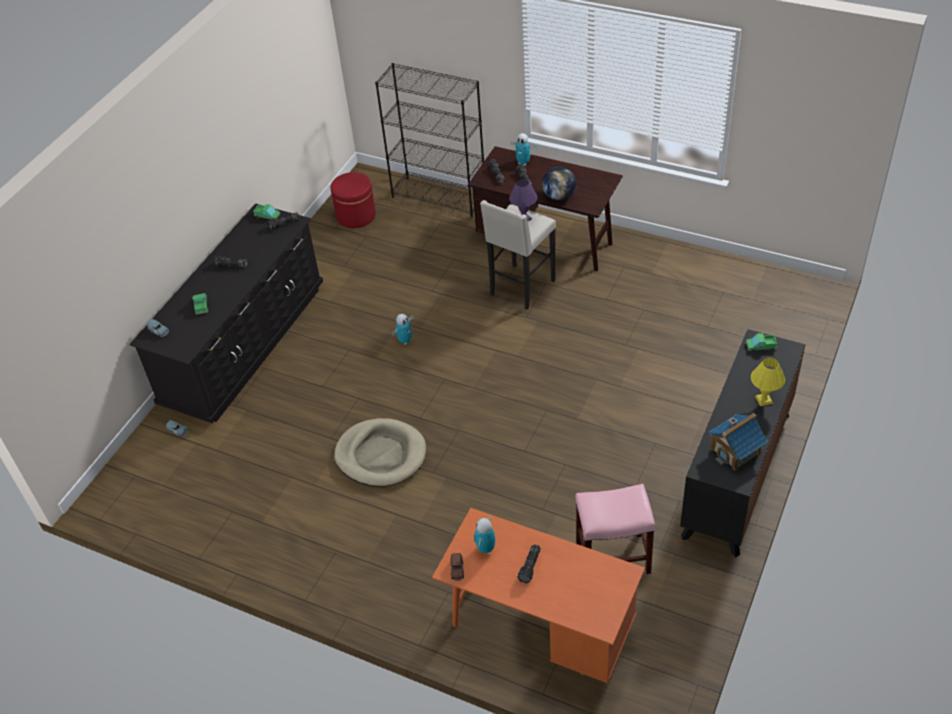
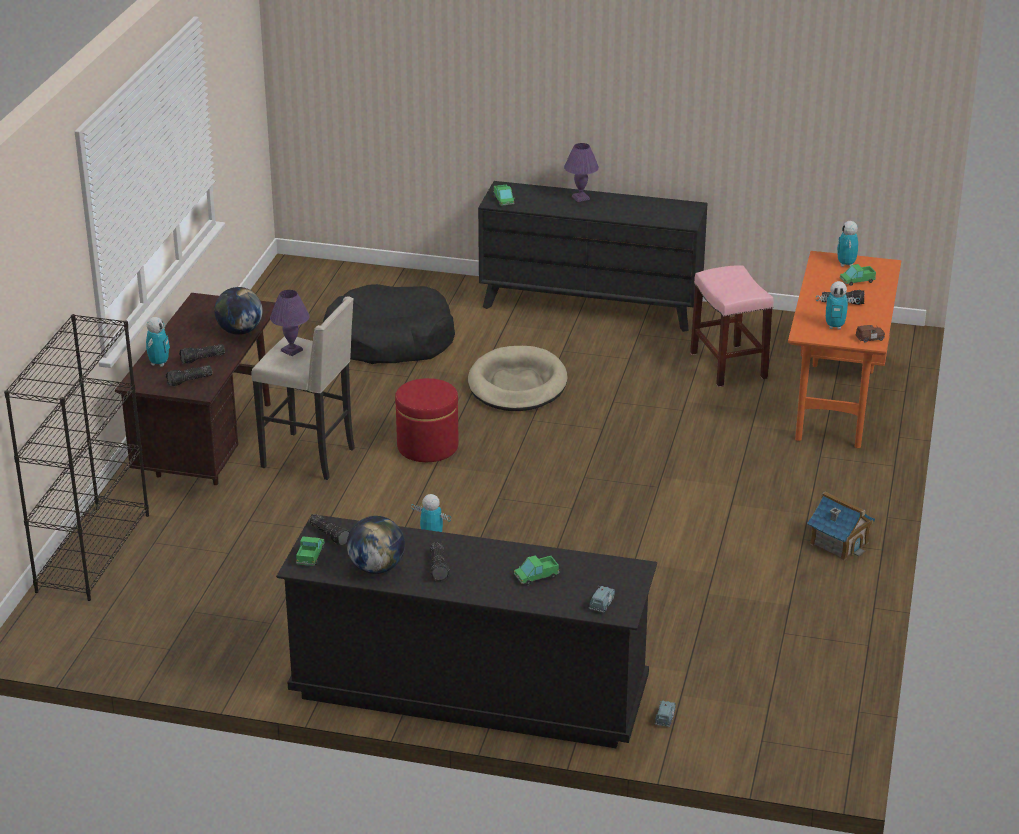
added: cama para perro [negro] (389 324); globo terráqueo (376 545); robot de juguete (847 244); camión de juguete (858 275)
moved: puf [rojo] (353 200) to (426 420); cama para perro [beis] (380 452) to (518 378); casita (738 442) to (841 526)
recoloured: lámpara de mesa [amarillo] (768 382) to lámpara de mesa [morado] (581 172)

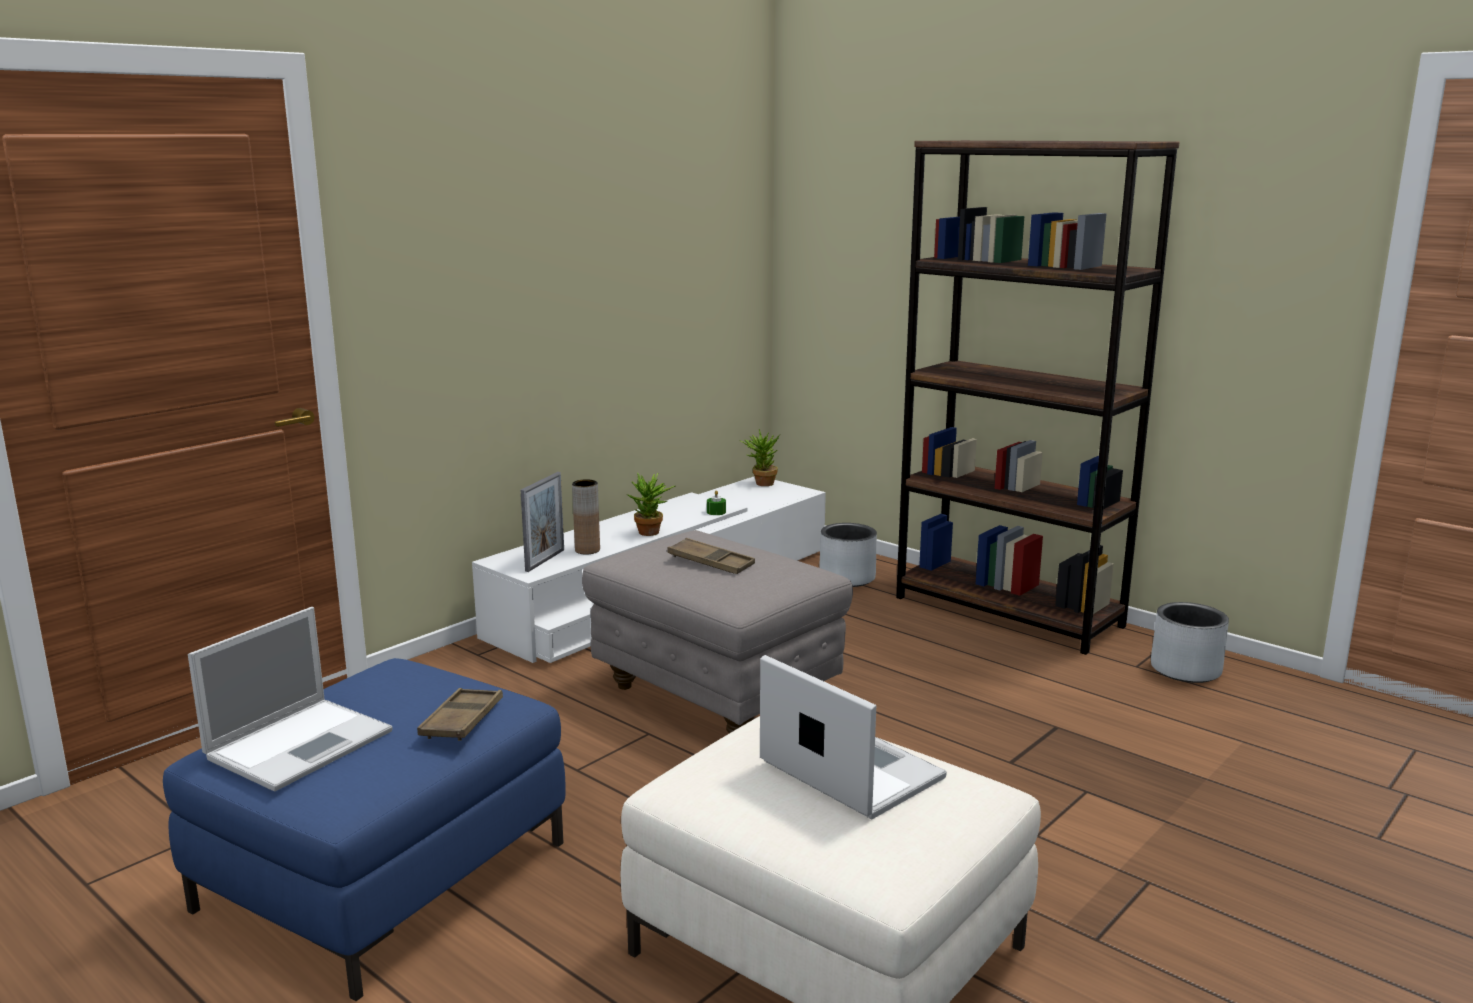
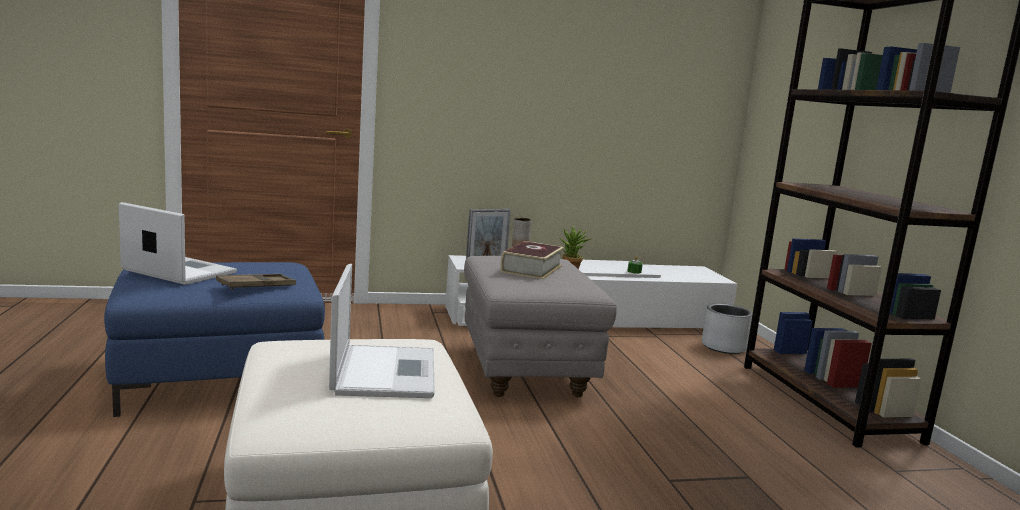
removed: planta en maceta (760 457); maceta [gris] (1190 642)
replaced: bandeja [marrón] (711 556) to libro (532 260)
turned: portátil (290 699) = (178 243) 135 degrees counterclockwise

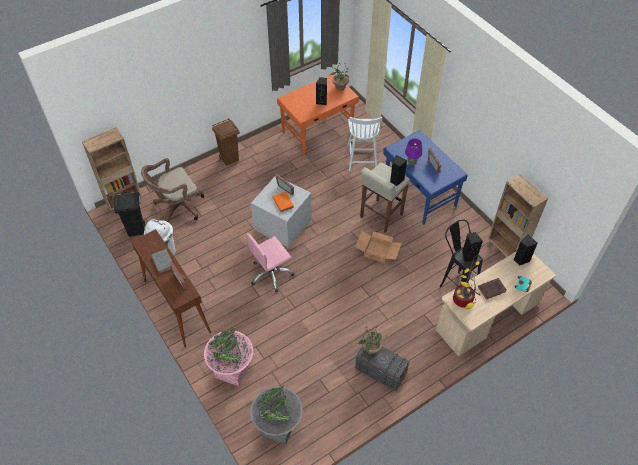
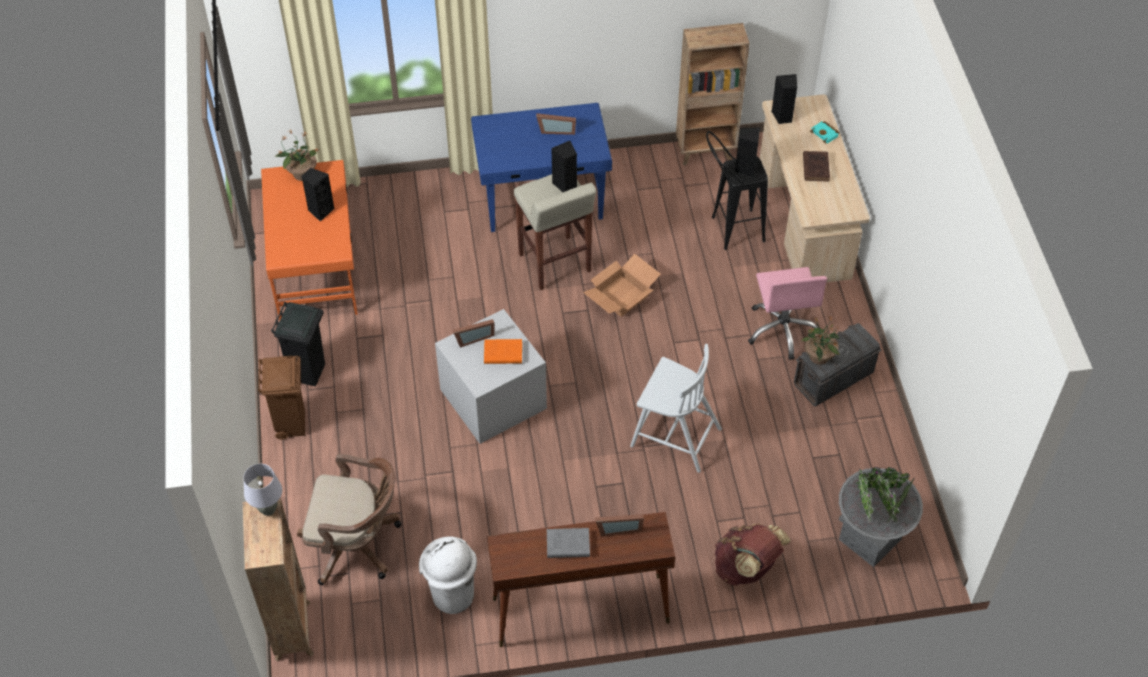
removed: lámpara de mesa [morado] (413 152); planta en maceta (466 281)
added: lámpara de mesa [gris] (262 490)
moved: papelera [negro] (129 213) to (298 344); silla de oficina [rosa] (270 263) to (787 313); silla [blanco] (364 144) to (676 408)
replaced: maceta [rosa] (228 357) to mochila [marrón] (753 554)
turned: silla de oficina [marrón] (172 190) = (349 519) 75 degrees counterclockwise

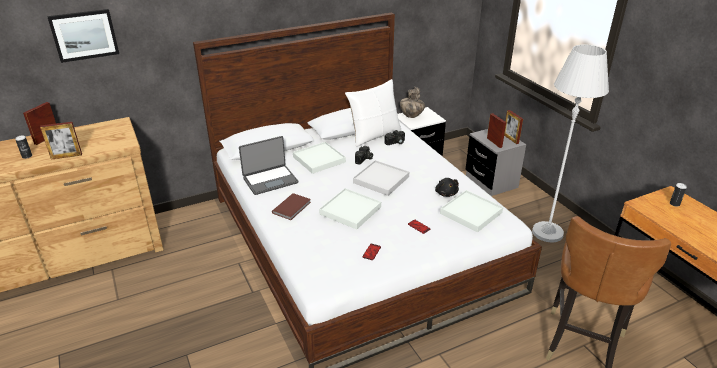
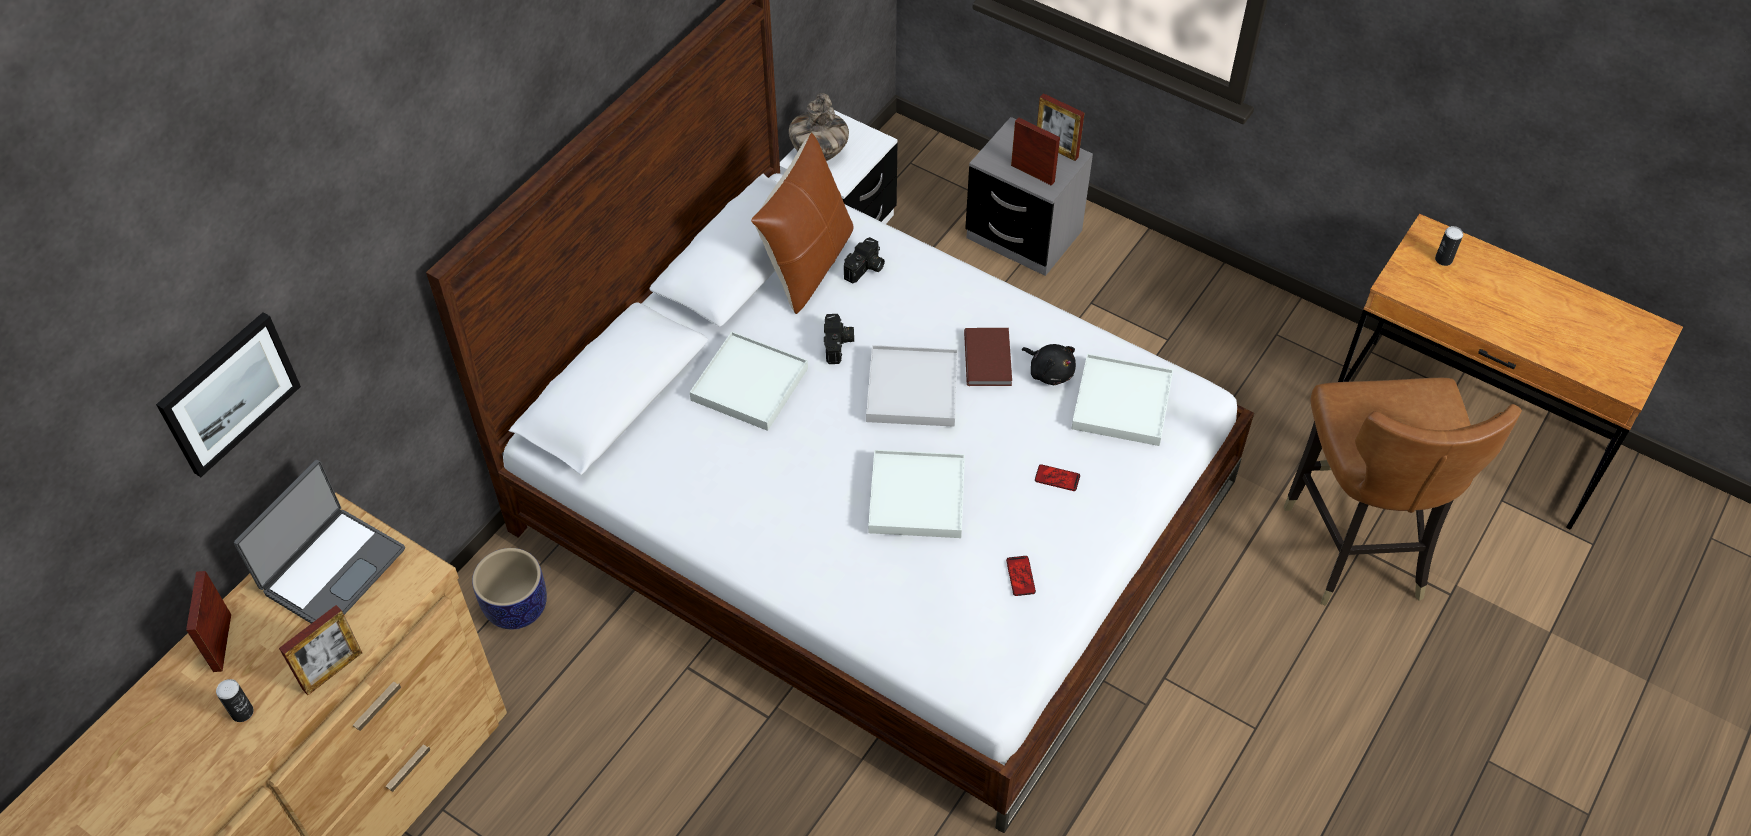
removed: lámpara de pie [blanco] (570 143)
added: maceta (509 588)
moved: portátil (268 165) to (319 541); libro [marrón] (291 206) to (988 357)
recoloured: cojín [blanco] (373 113) to cojín [marrón] (802 223)

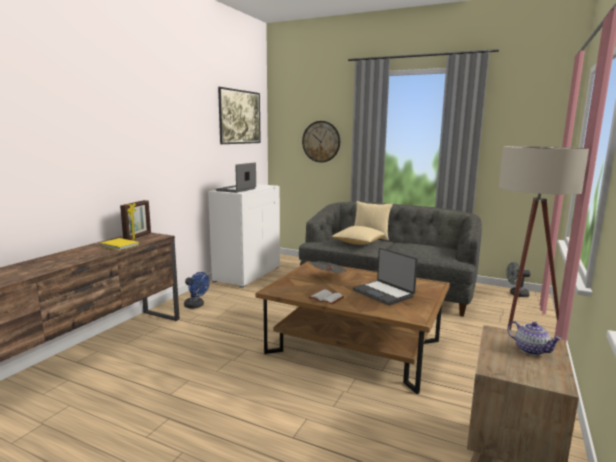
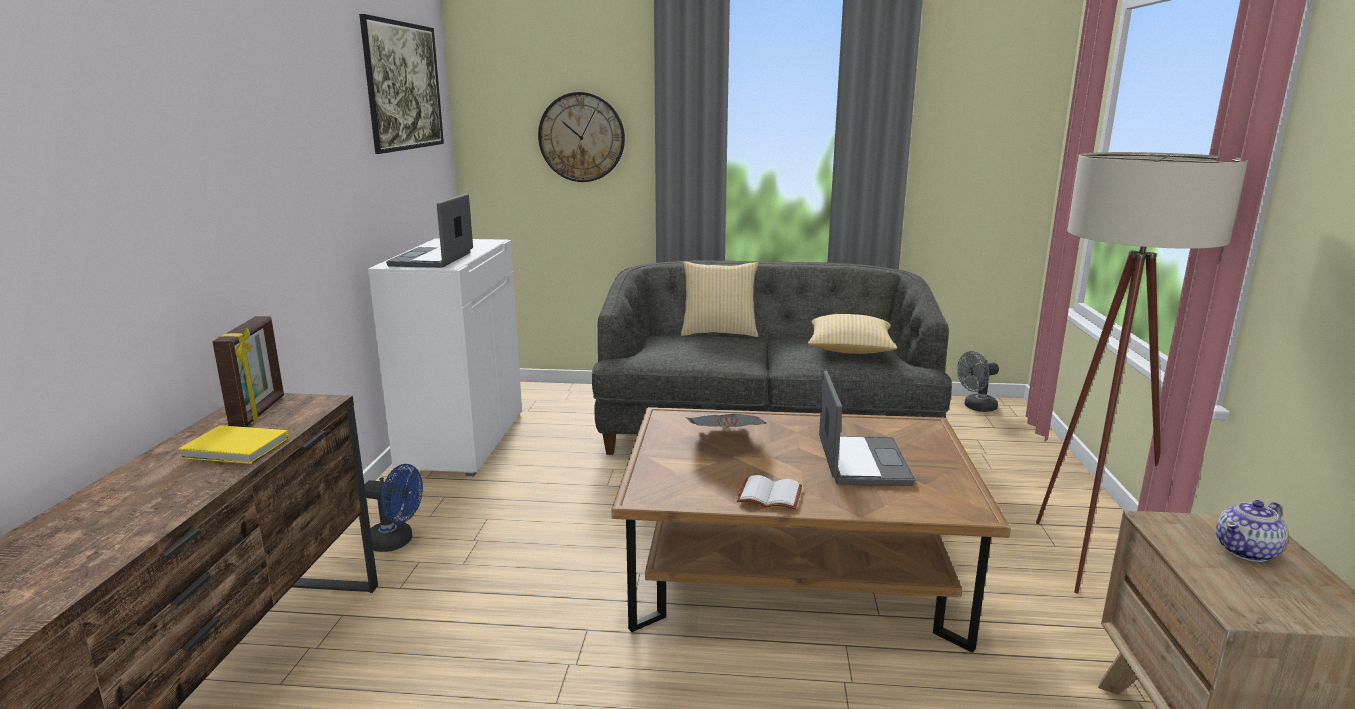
moved: cojín (358 235) to (852 334)
turned: portátil (385 276) = (867 428) 120 degrees counterclockwise; tetera (534 338) = (1252 531) 120 degrees clockwise

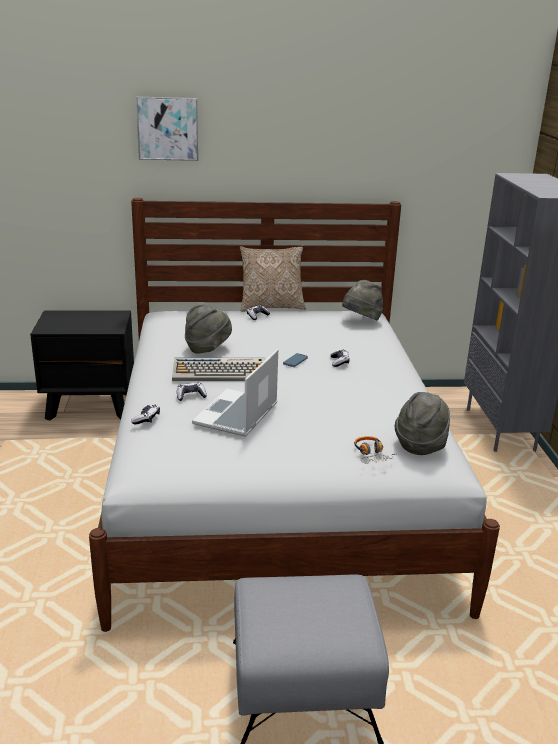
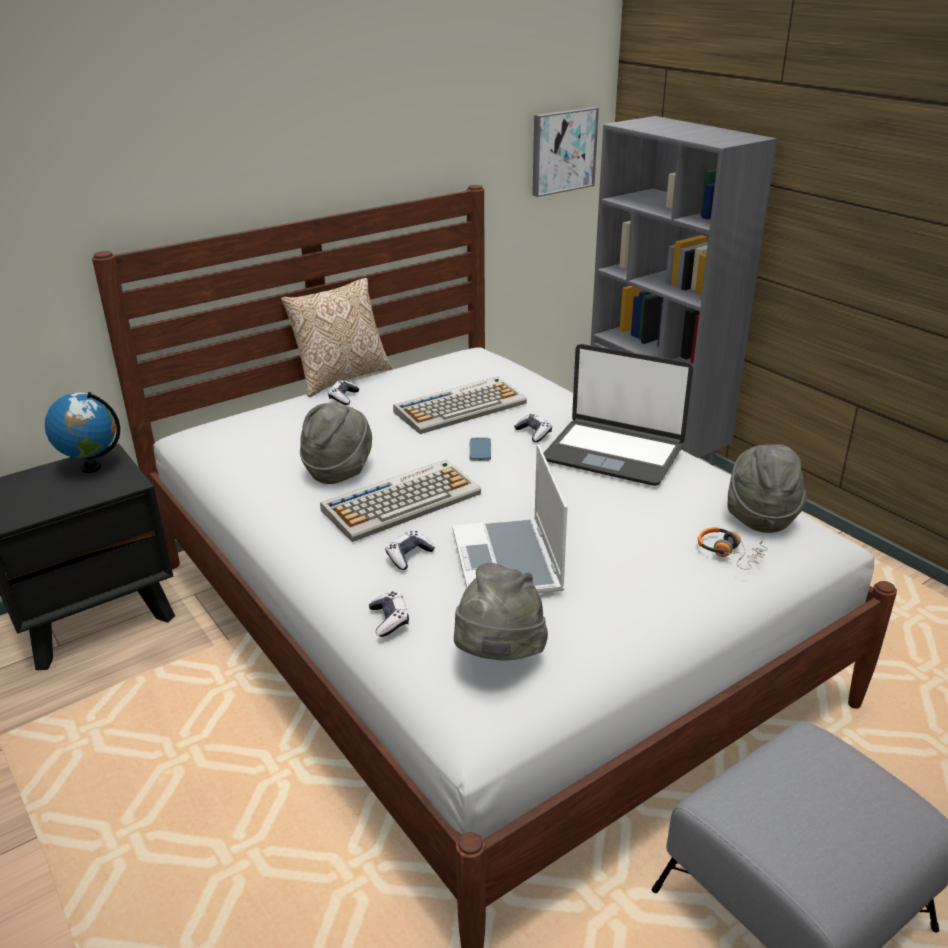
added: globo terráqueo (82 432); teclado (460 405); portátil (618 415)
moved: cuadro (167 129) to (565 152); sombrero [gris] (362 300) to (501 612)

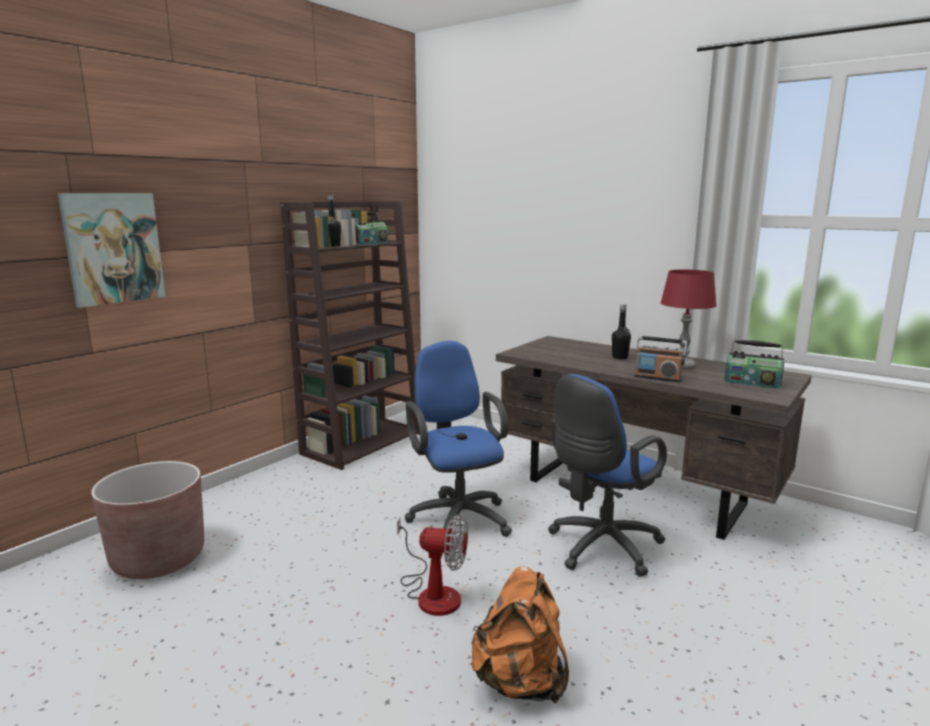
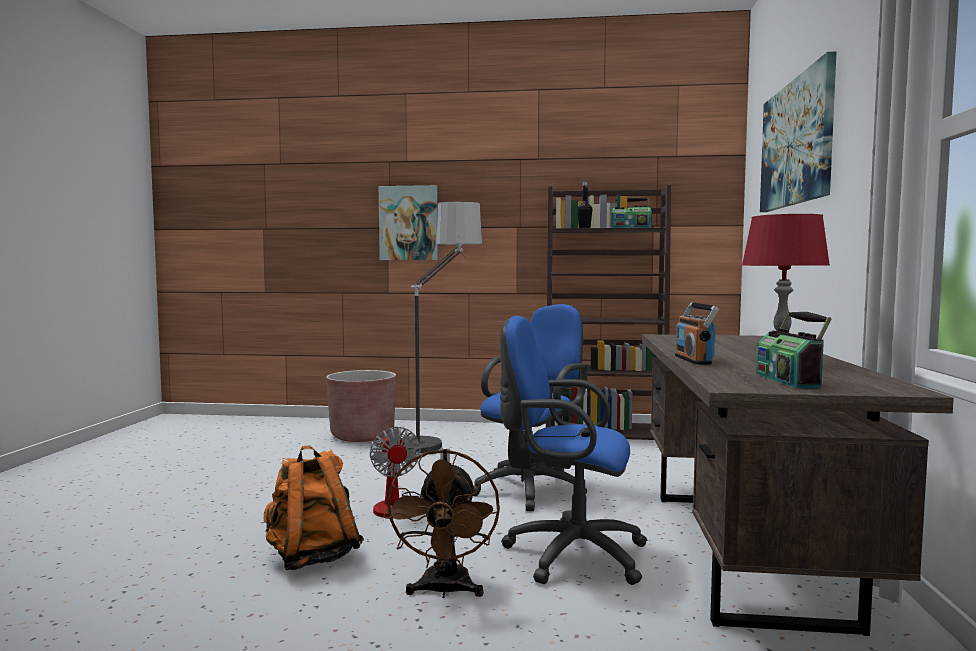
removed: botella [negro] (621 332)
added: ventilador [marrón] (441 523); lámpara de pie (441 328); cuadro (798 132)

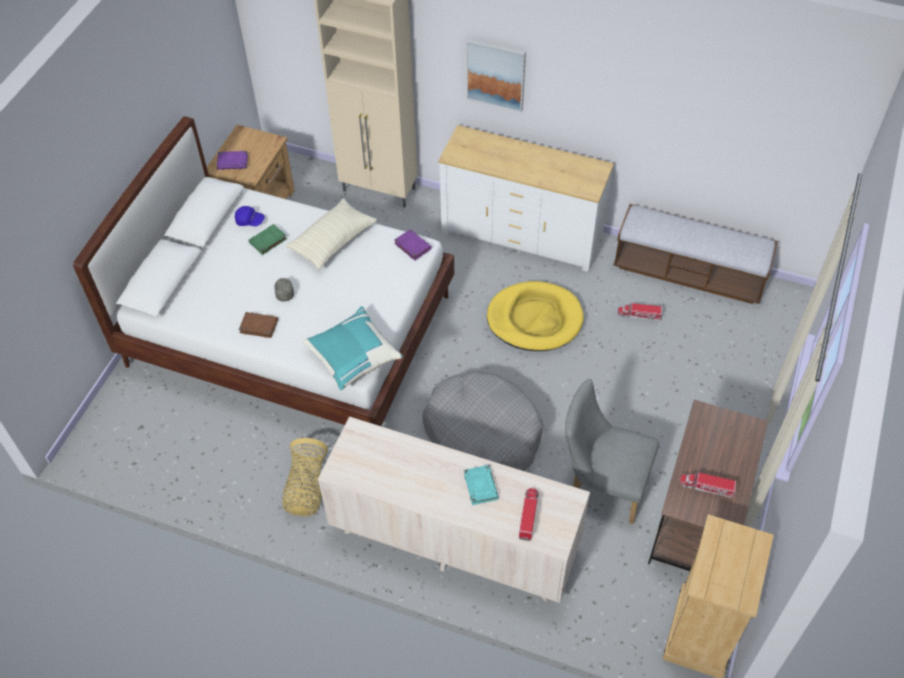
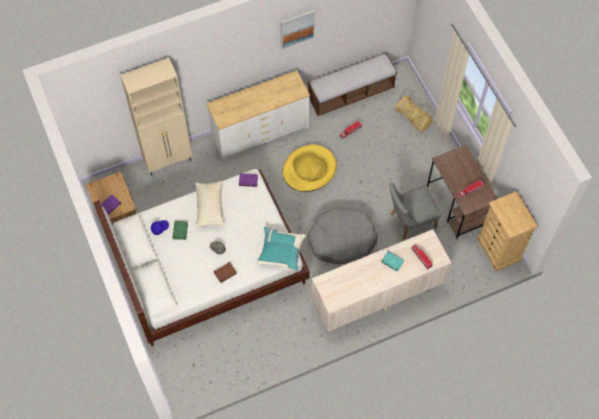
moved: cesta (305 477) to (414 114); cuadro (496 75) to (297 30)

